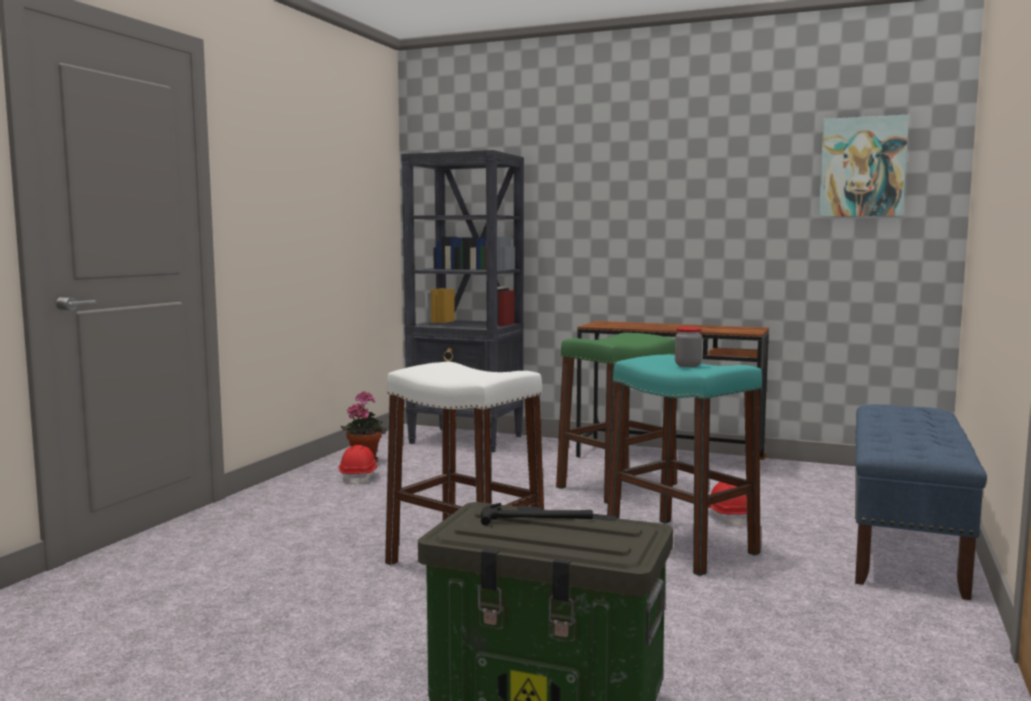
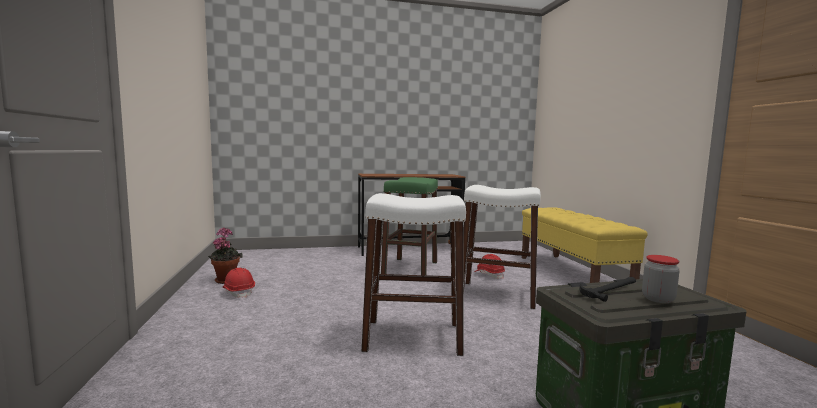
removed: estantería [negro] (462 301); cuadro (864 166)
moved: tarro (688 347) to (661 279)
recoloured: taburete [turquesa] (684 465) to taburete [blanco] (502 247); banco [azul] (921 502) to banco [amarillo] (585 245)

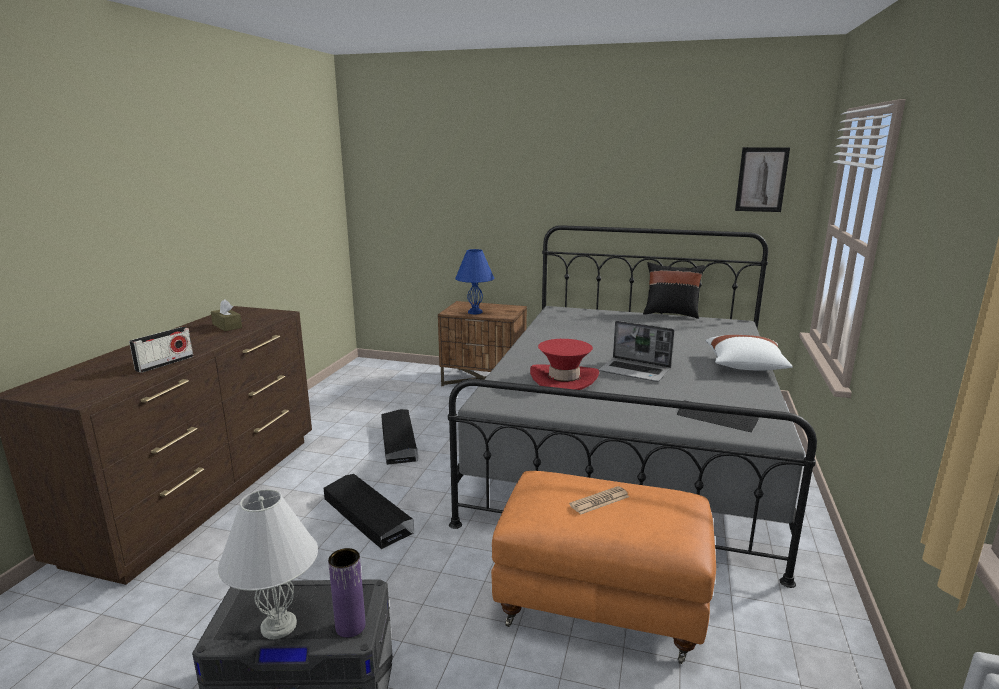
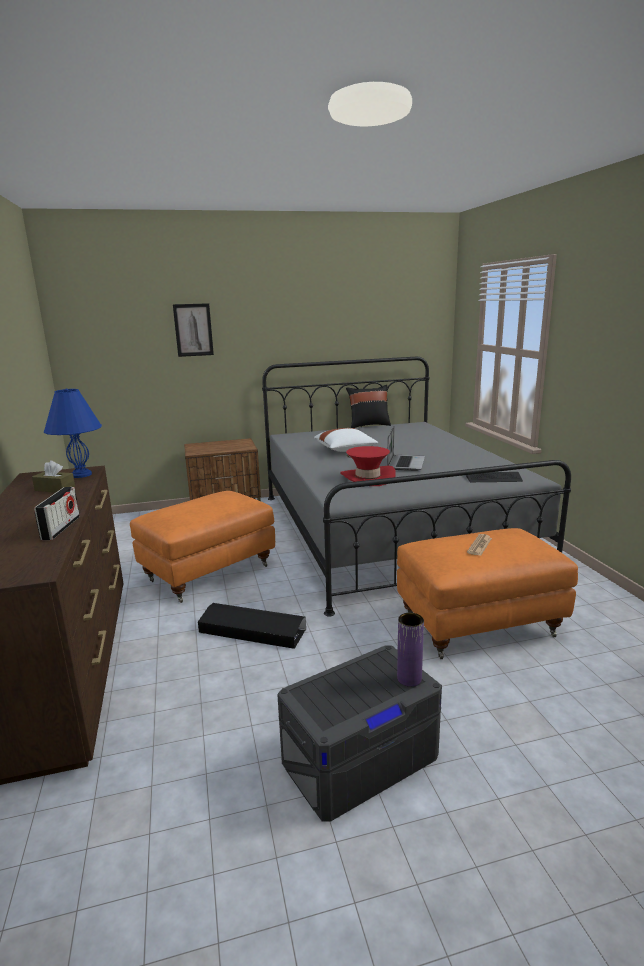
removed: lámpara de mesa [blanco] (268 564)
moved: lámpara de mesa [azul] (474 281) to (73 433); cojín [blanco] (749 353) to (346 440); cuadro (762 179) to (193 330)
replaced: caja de almacenaje [negro] (399 437) to puf [naranja] (202 547)
turned: portátil (636 351) = (406 448) 75 degrees counterclockwise

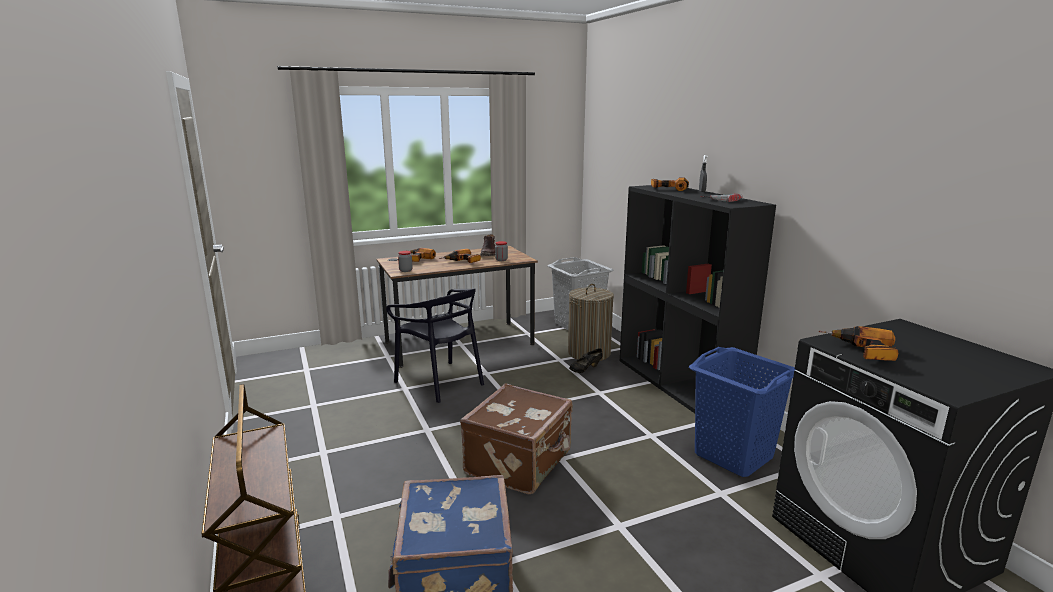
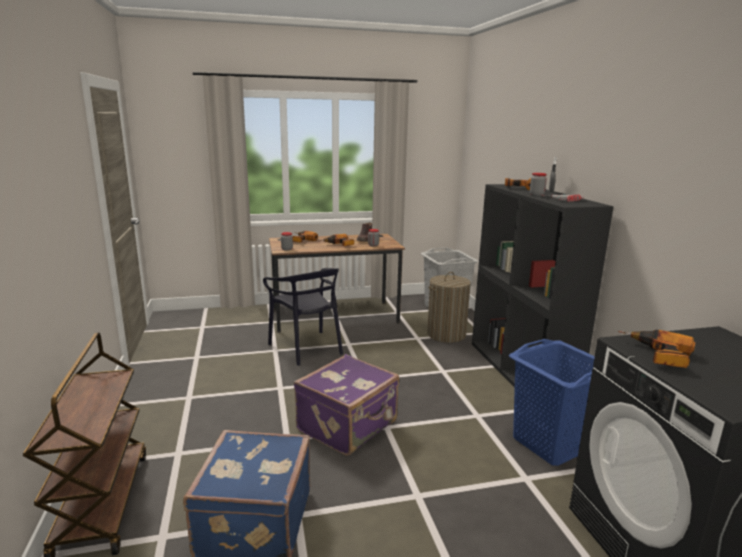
removed: zapato [negro] (586 360)
added: tarro (538 184)
recoloured: maleta [marrón] (516 438) to maleta [morado] (346 405)

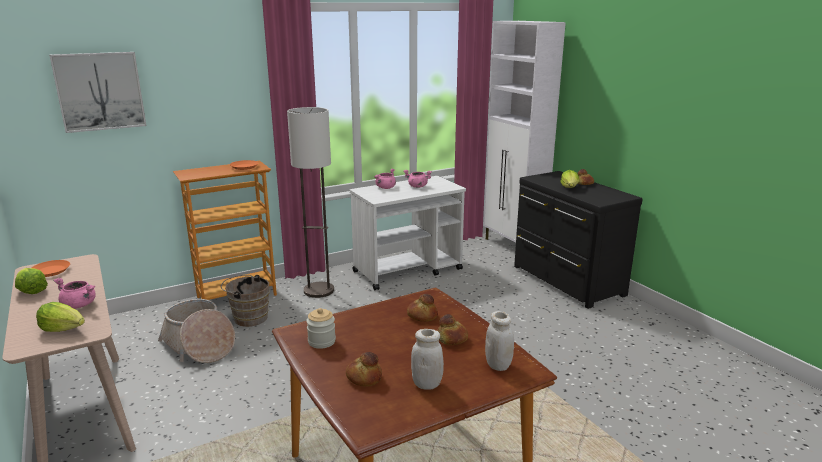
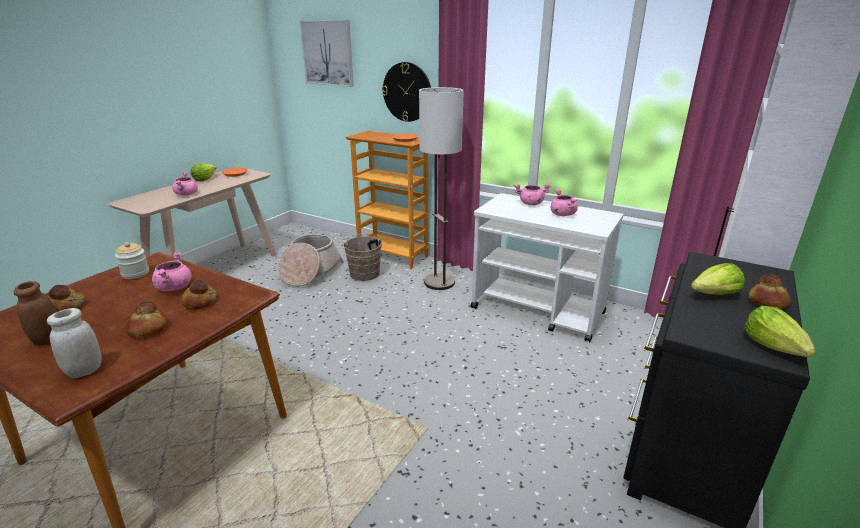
added: olla [rosa] (172 271); reloj de pared (406 92)
moved: lechuga (60 317) to (780 331)
recoloured: tarro [blanco] (427 359) to tarro [marrón] (34 313)

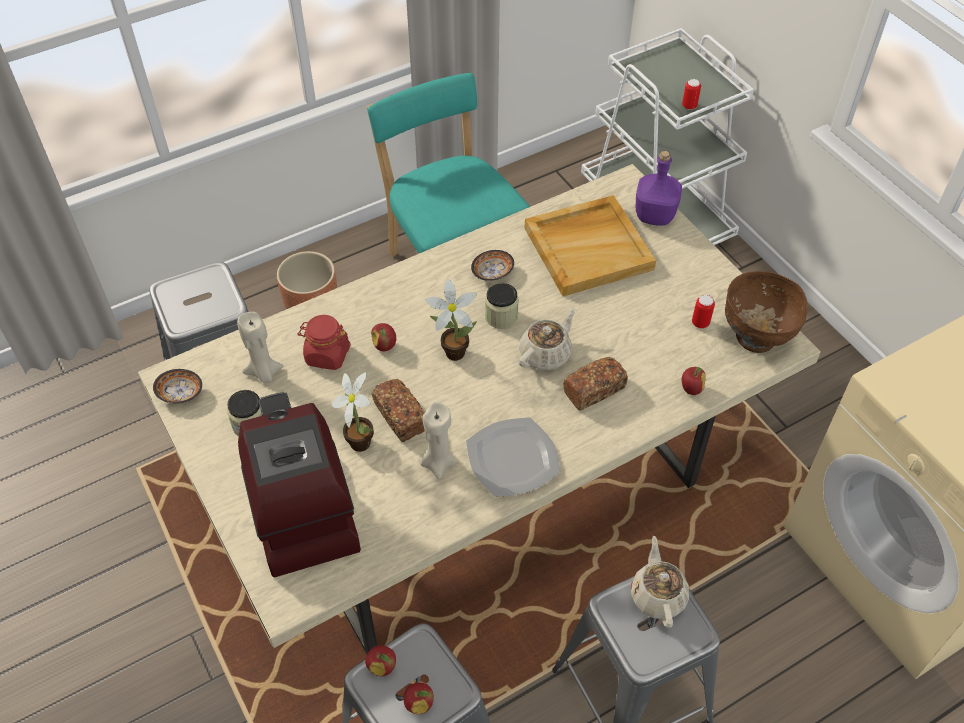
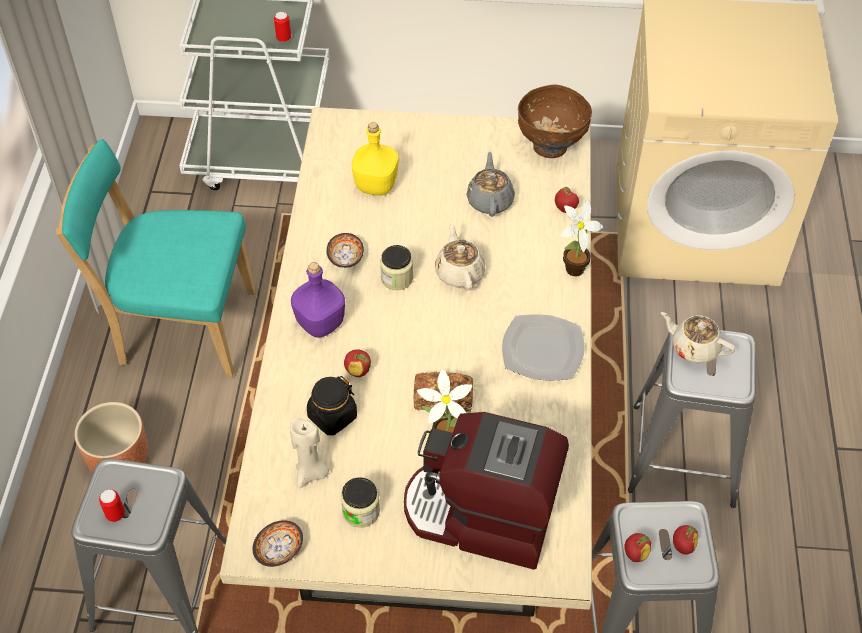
removed: vela [beis] (438 441); pan (595 383)
added: tetera [gris] (490 184)
moved: planta en maceta (451 319) to (582 238); botella [morado] (659 188) to (318 300); lata (703 311) to (112 505)
replaced: bandeja [beis] (590 245) to botella [amarillo] (375 159)
recoloured: tarro [rojo] (324 342) to tarro [negro] (332 405)

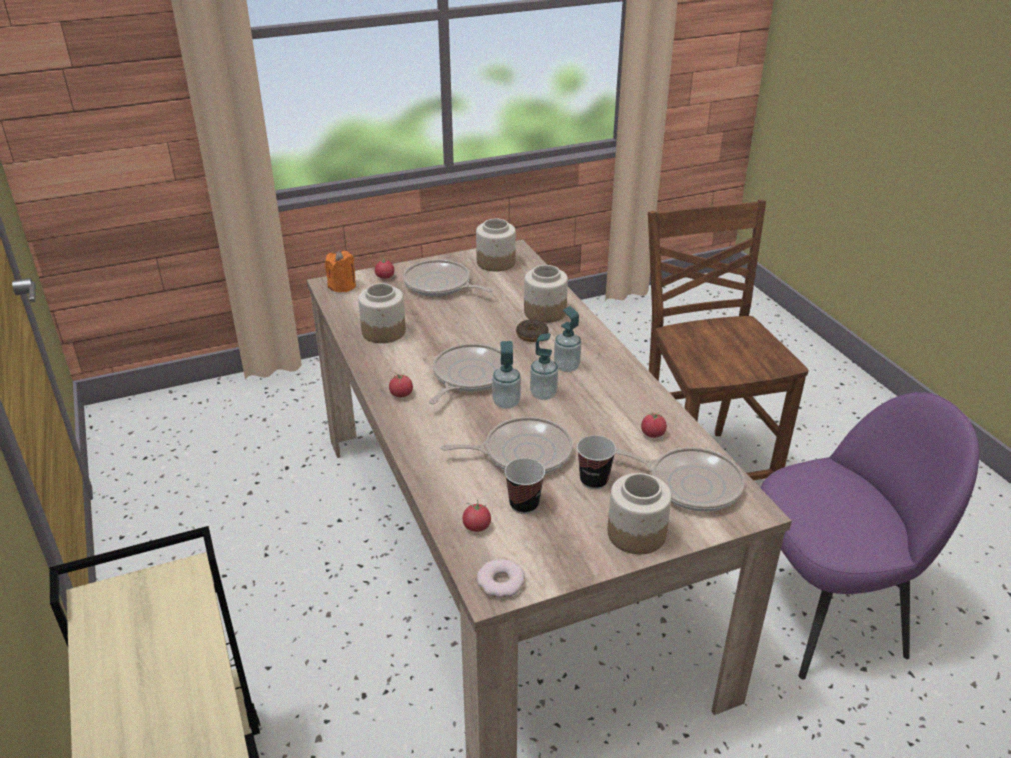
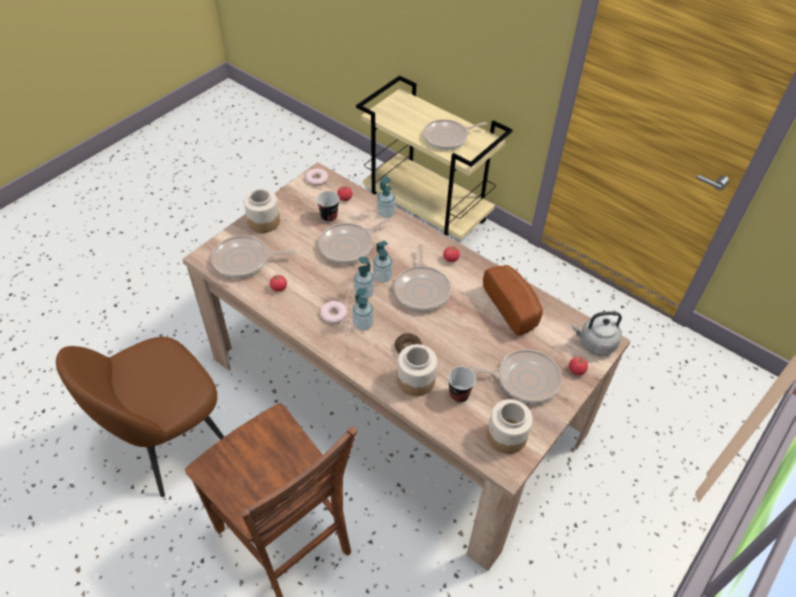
added: rosquilla (333 312); dispensador de jabón (386 197); sartén (455 134)
moved: taza (596 462) to (462 385)
replaced: vela [naranja] (340 271) to hervidor [gris] (597 333); tarro (382 313) to pan (513 300)
recoloured: silla [morado] (869 536) to silla [marrón] (140 417)

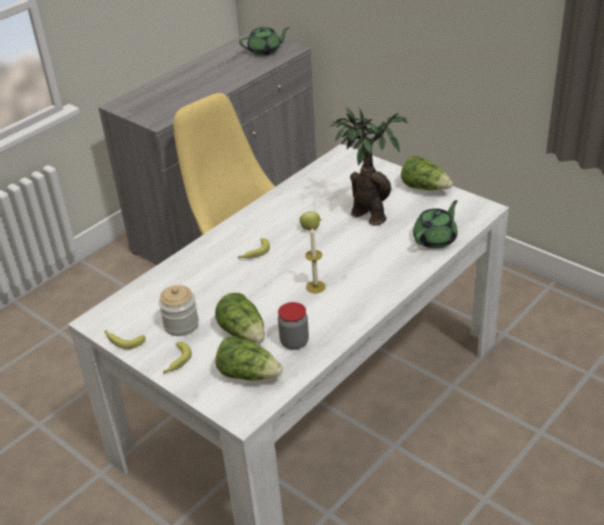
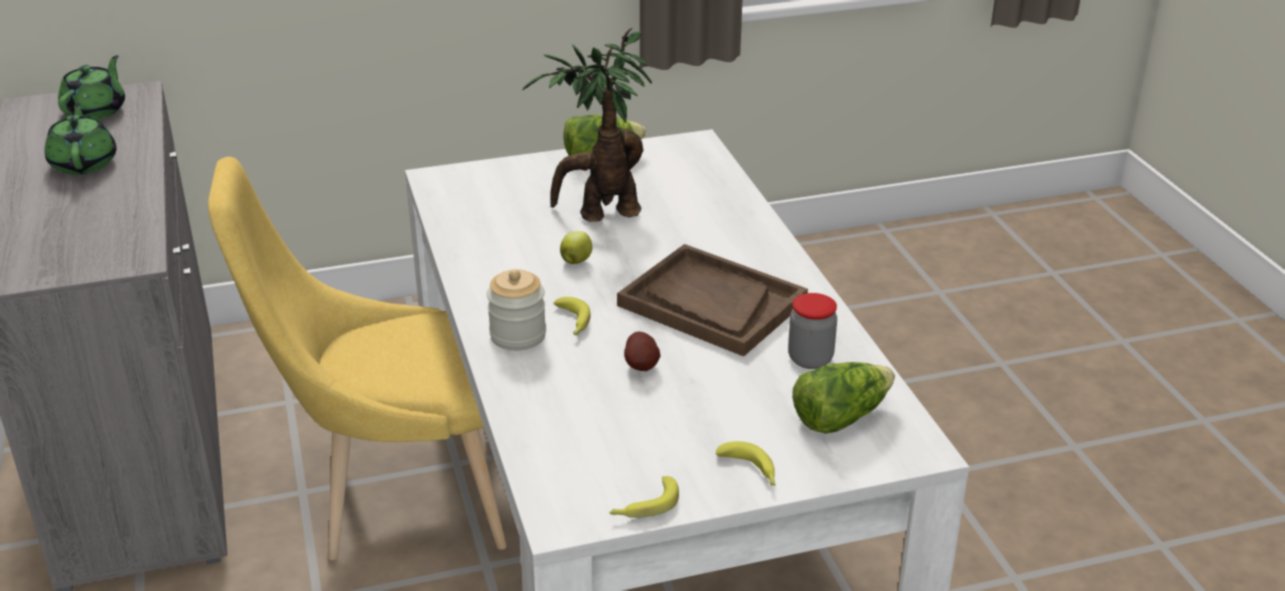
removed: lechuga (240 318)
added: patata (642 351)
moved: tarro (179 310) to (516 310); tetera [verde] (435 224) to (80 139)
replaced: vela (315 260) to bandeja [marrón] (712 300)

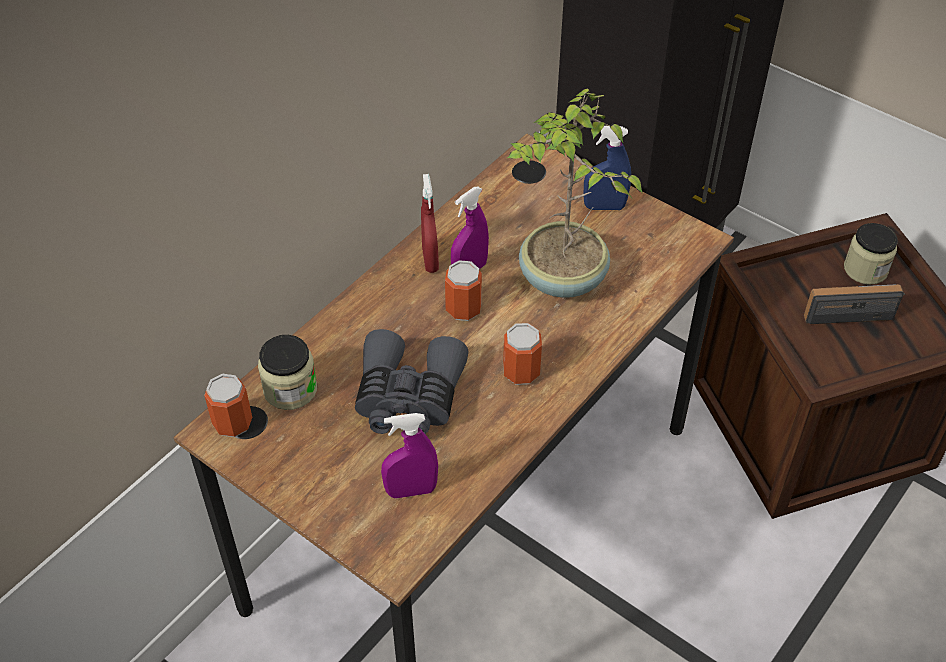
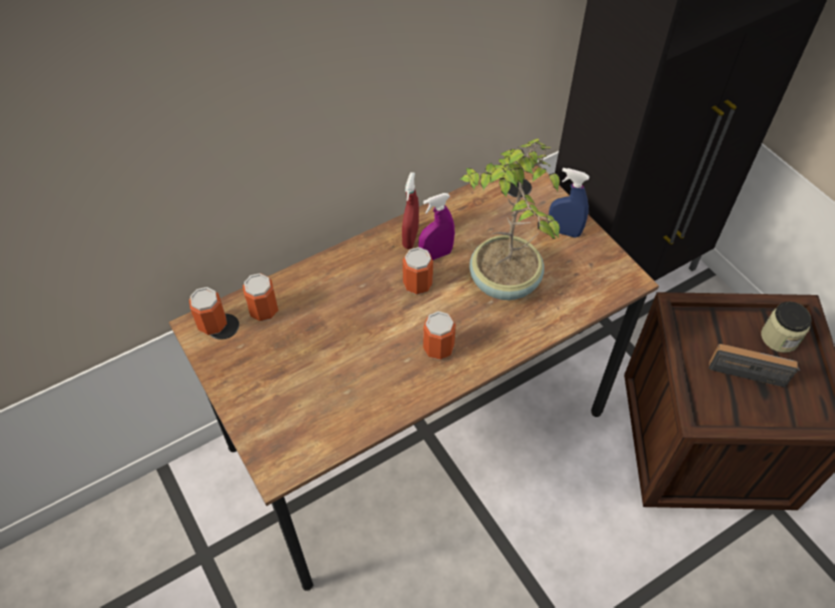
removed: prismáticos [gris] (412 382); pulverizador [morado] (409 455)
replaced: tarro (287 372) to lata (260 297)

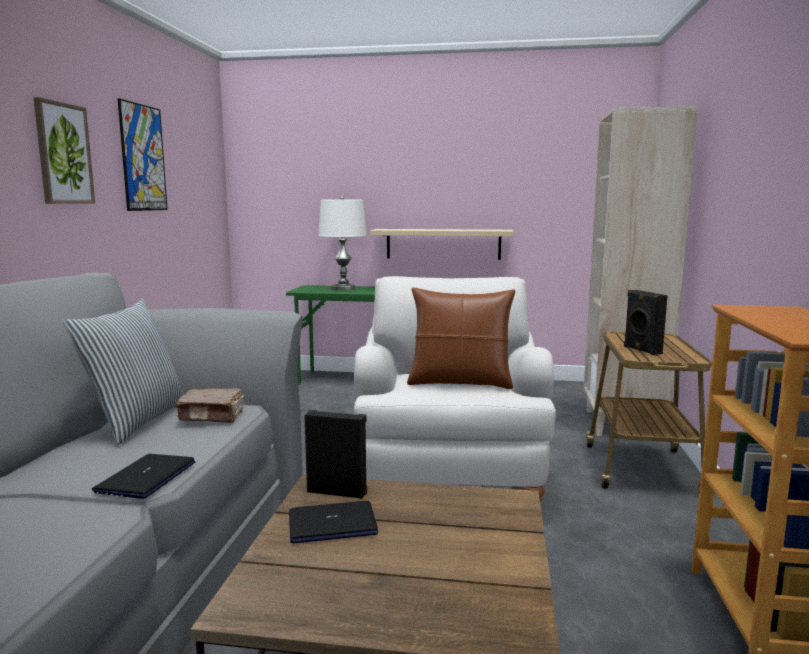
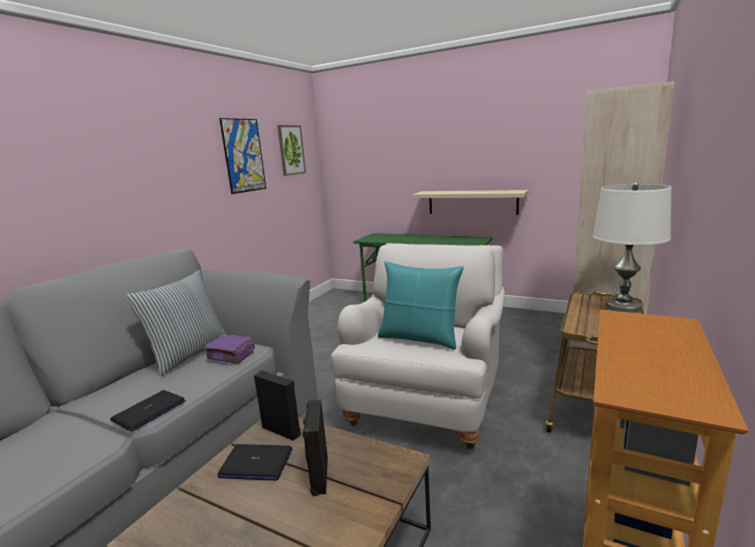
moved: cuadro (64 150) to (291 150); lámpara de mesa [blanco] (342 243) to (632 247); altavoz [negro] (646 323) to (315 447)
recoloured: libro [marrón] (209 405) to libro [morado] (229 349); cojín [marrón] (461 338) to cojín [turquesa] (421 305)

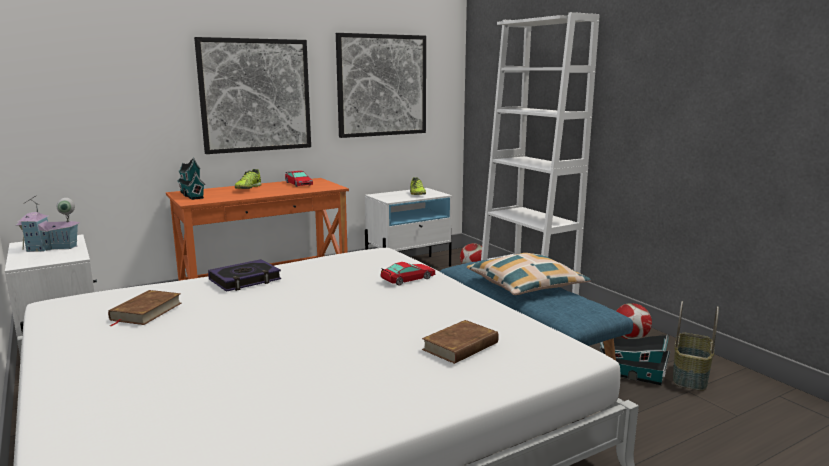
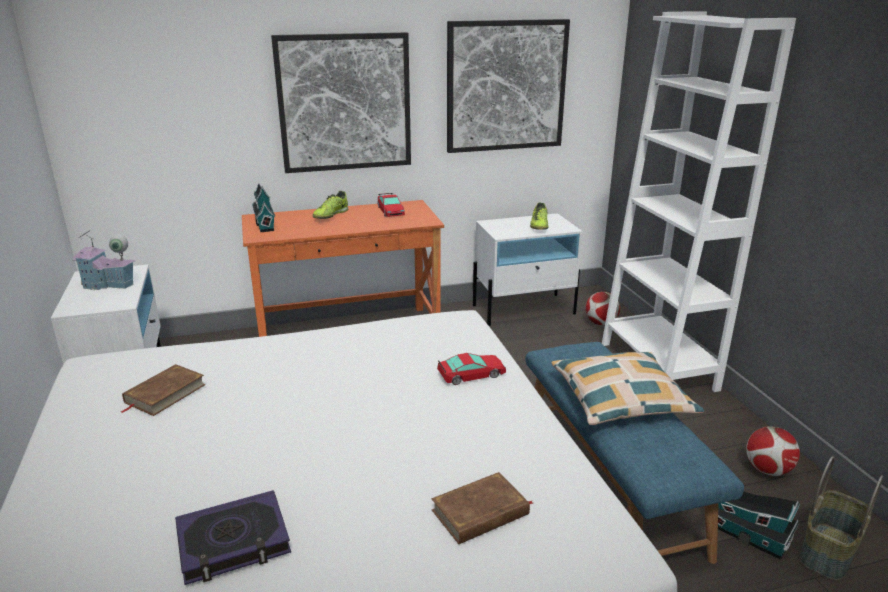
moved: libro (244 275) to (233 537)

